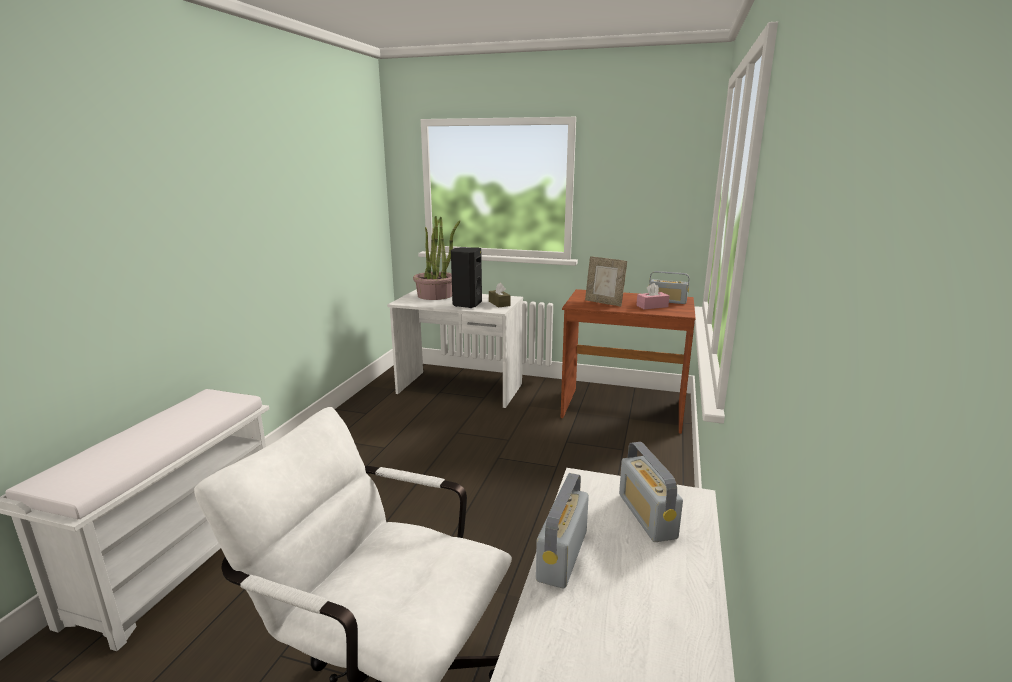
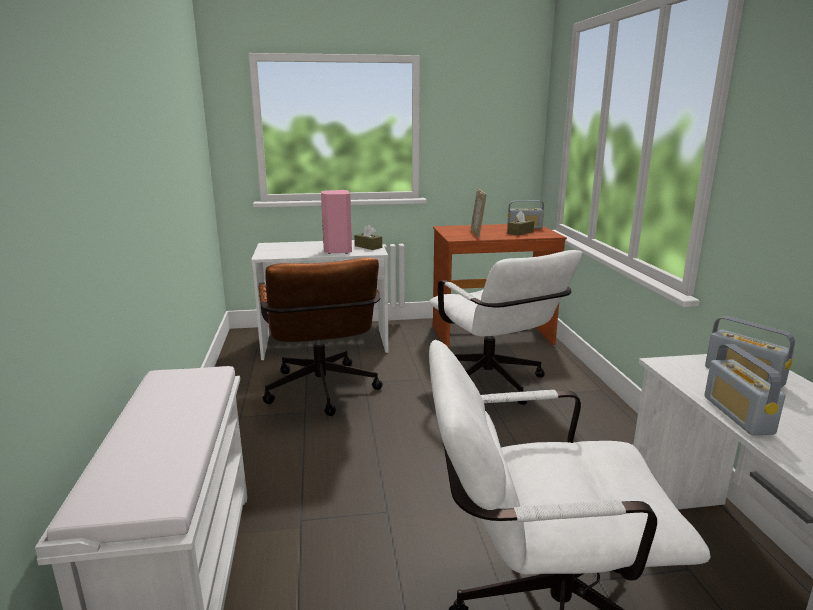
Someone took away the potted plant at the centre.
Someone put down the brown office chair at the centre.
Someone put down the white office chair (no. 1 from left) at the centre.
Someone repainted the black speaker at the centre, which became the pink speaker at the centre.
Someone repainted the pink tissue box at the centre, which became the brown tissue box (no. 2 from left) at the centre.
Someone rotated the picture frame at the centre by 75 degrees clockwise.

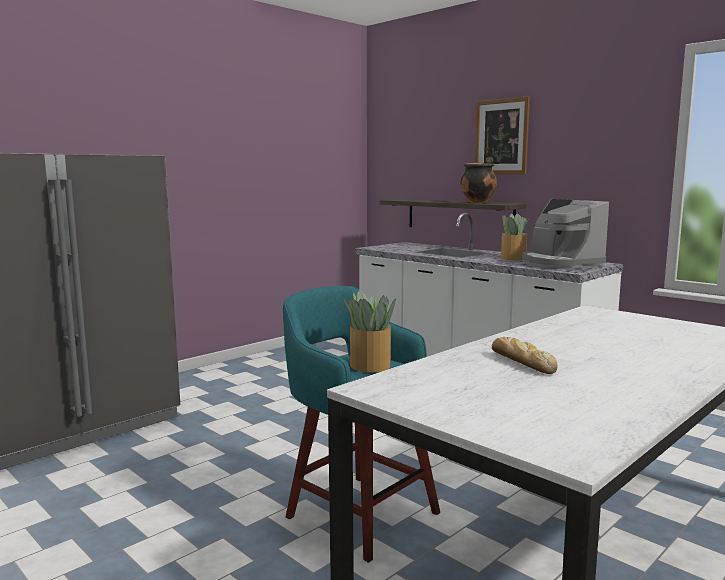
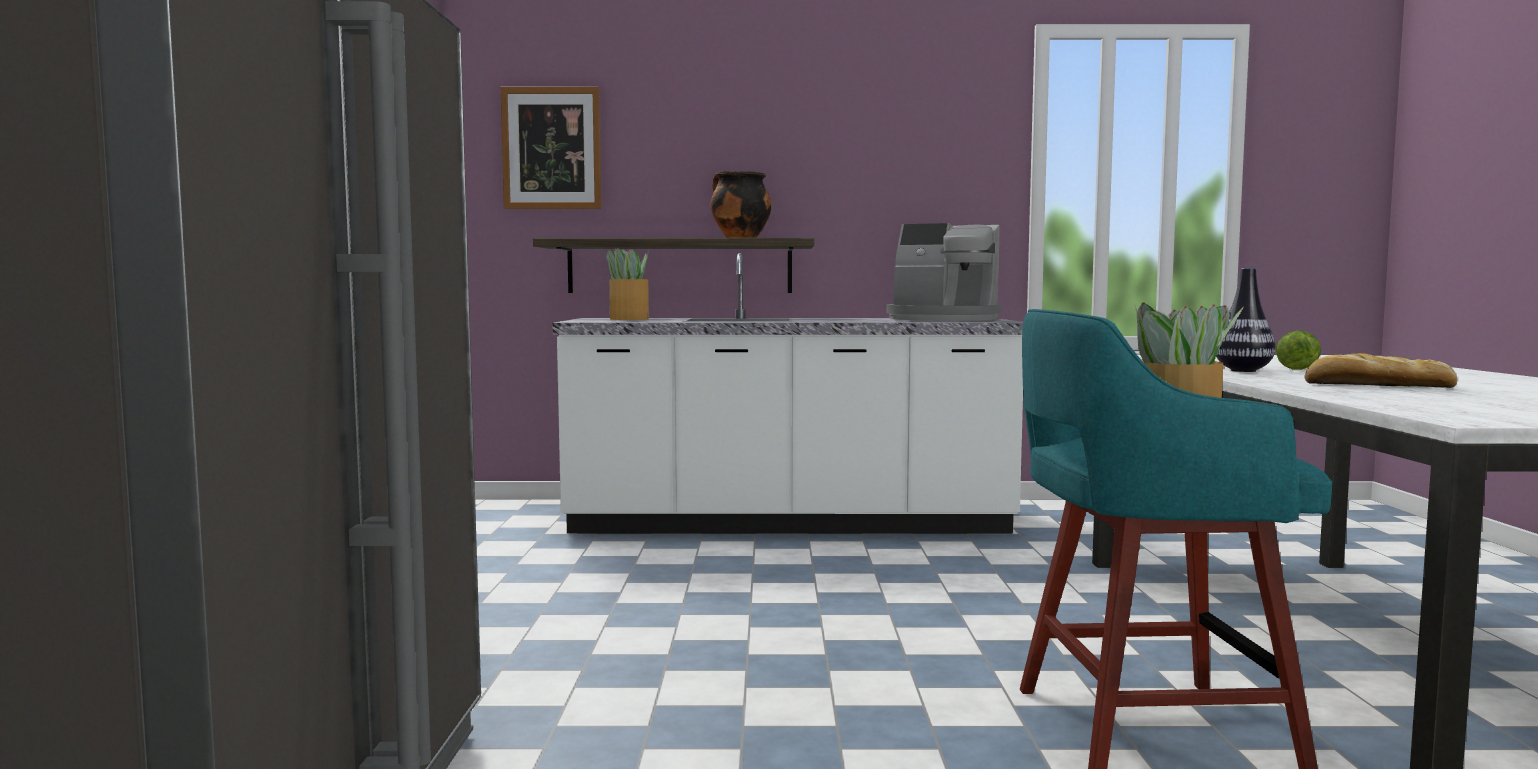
Someone put down the vase at the middle right.
Someone put down the lettuce at the middle right.
Someone carried the picture from the top right to the top centre.
Someone carried the potted plant (no. 2 from left in the first image) from the middle right to the centre.

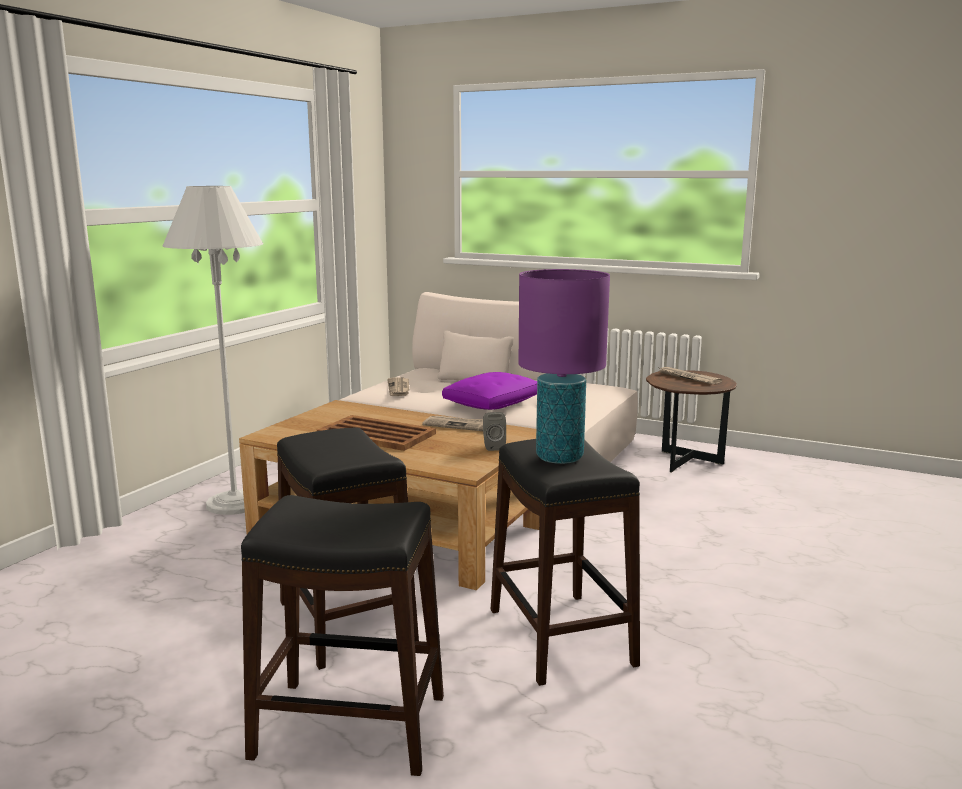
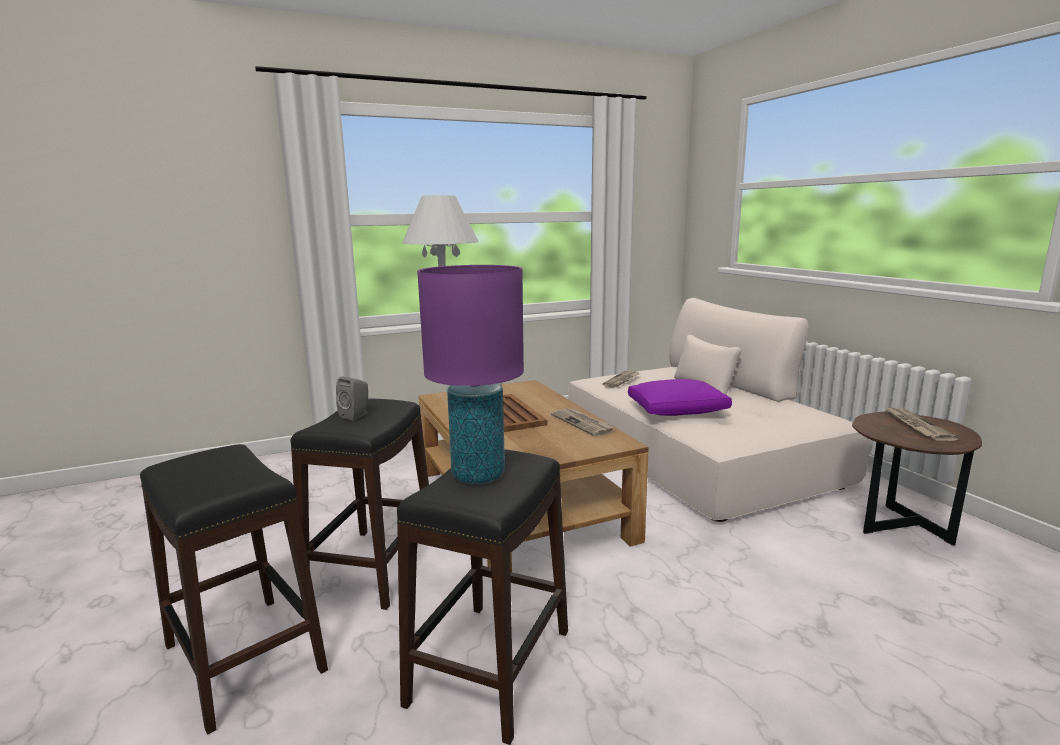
Someone carried the grey speaker from the centre to the middle left.

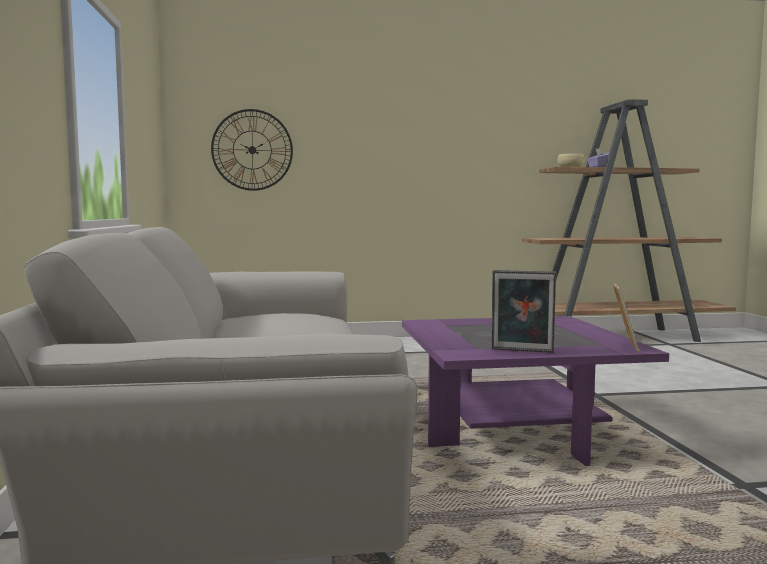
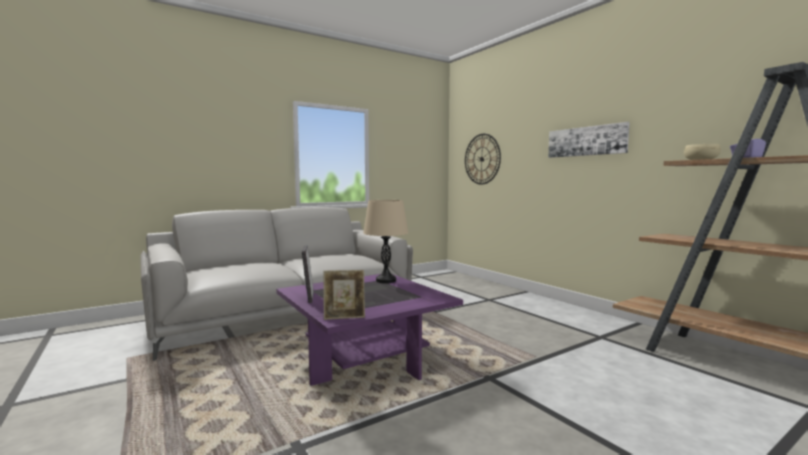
Someone put down the beige table lamp at the centre.
Someone put up the picture at the top right.

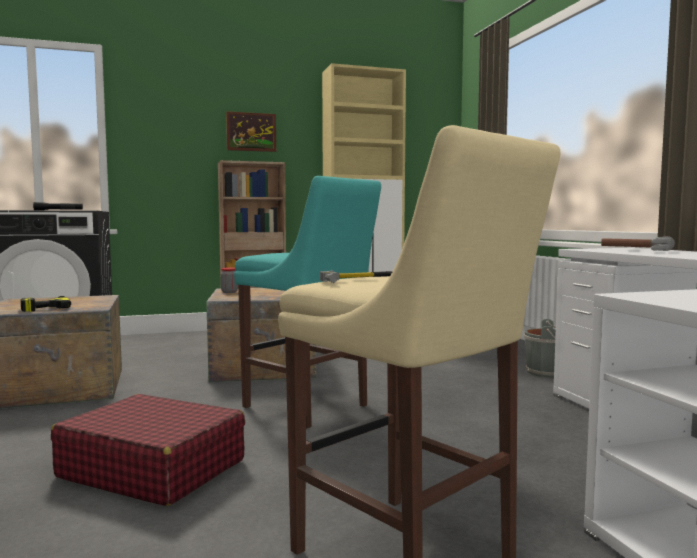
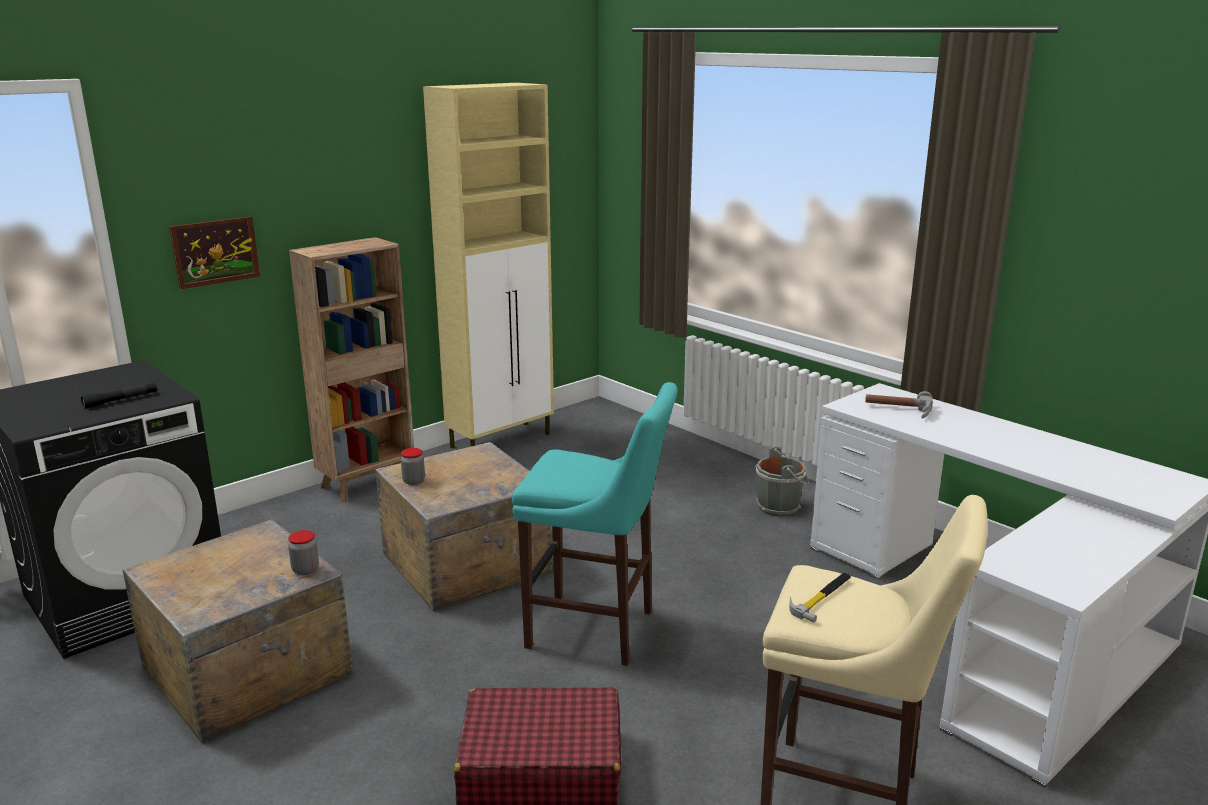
Someone took away the power drill at the middle left.
Someone put down the jar (no. 1 from left) at the bottom left.
Someone carried the picture from the top centre to the top left.

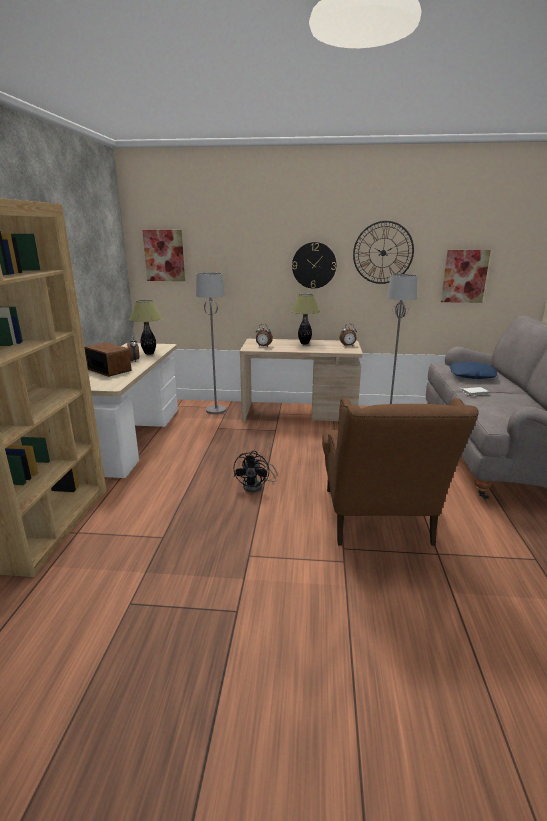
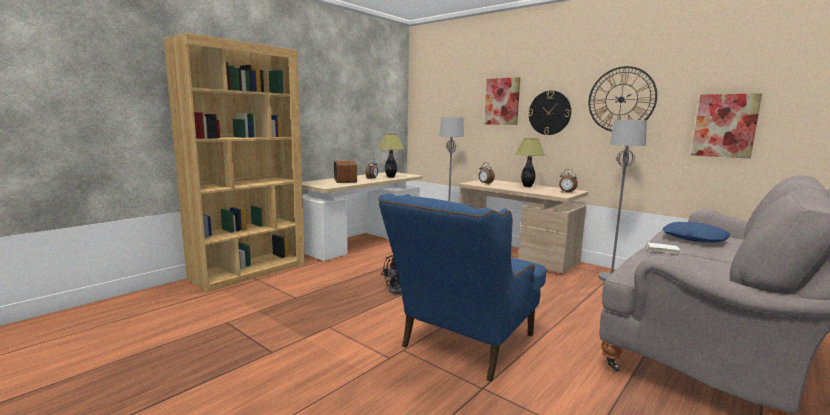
Someone carried the picture (no. 1 from left) from the top left to the top centre.
Someone repainted the brown armchair at the middle right, which became the blue armchair at the bottom centre.

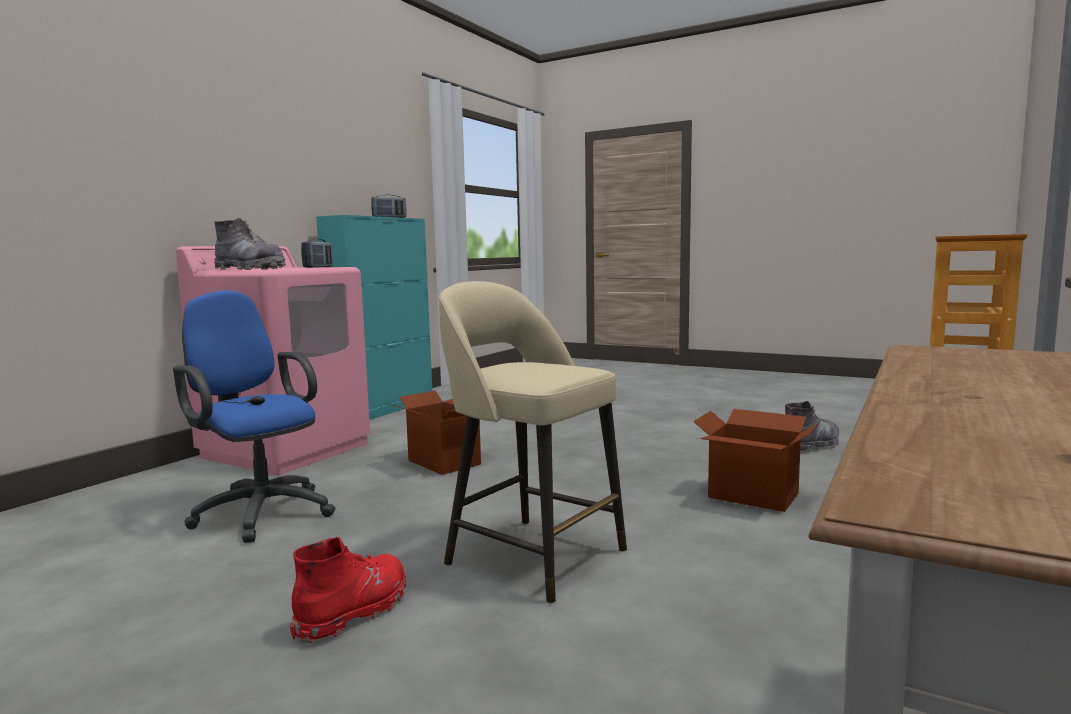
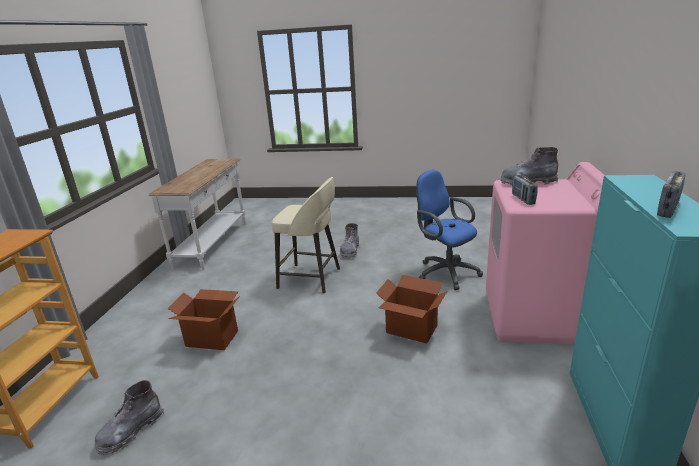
Someone repainted the red boot at the bottom left, which became the grey boot (no. 2 from left) at the centre.
Someone rotated the blue office chair at the middle left by 150 degrees counterclockwise.

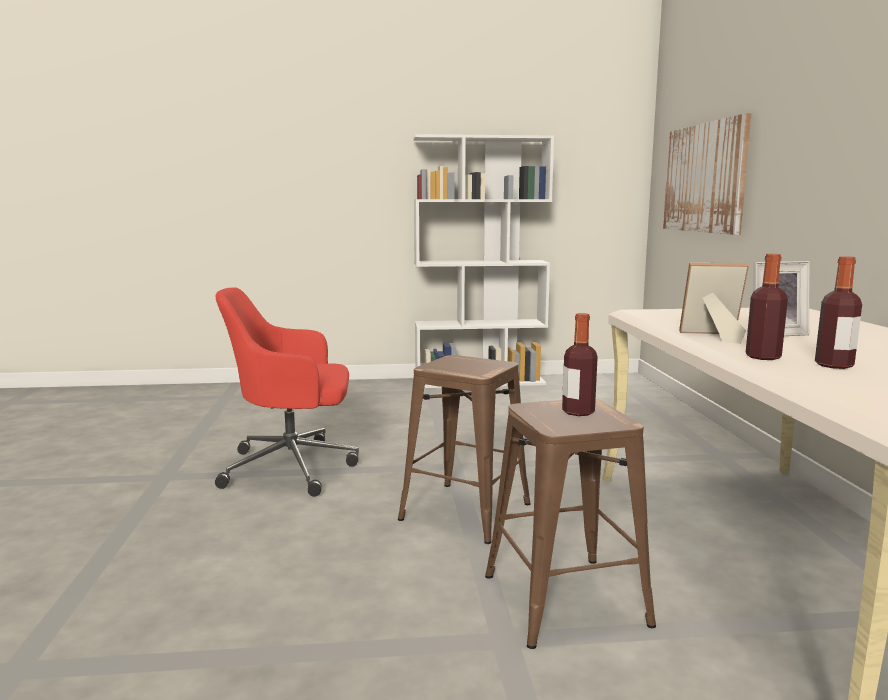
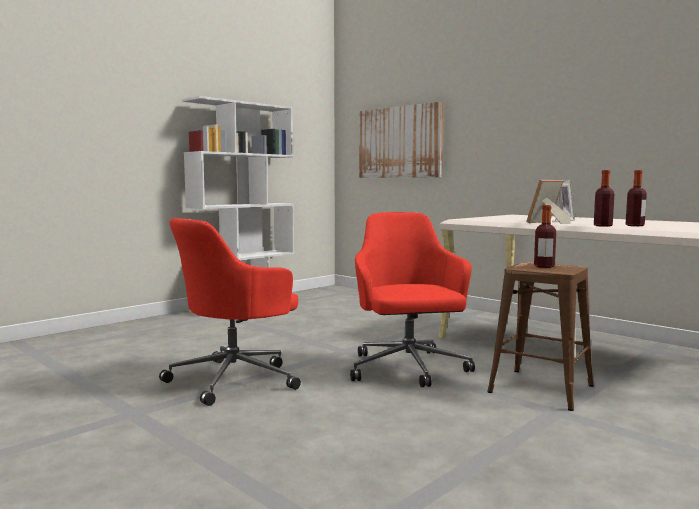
Someone swapped the brown stool (no. 1 from left) at the centre for the red office chair (no. 2 from left) at the centre.

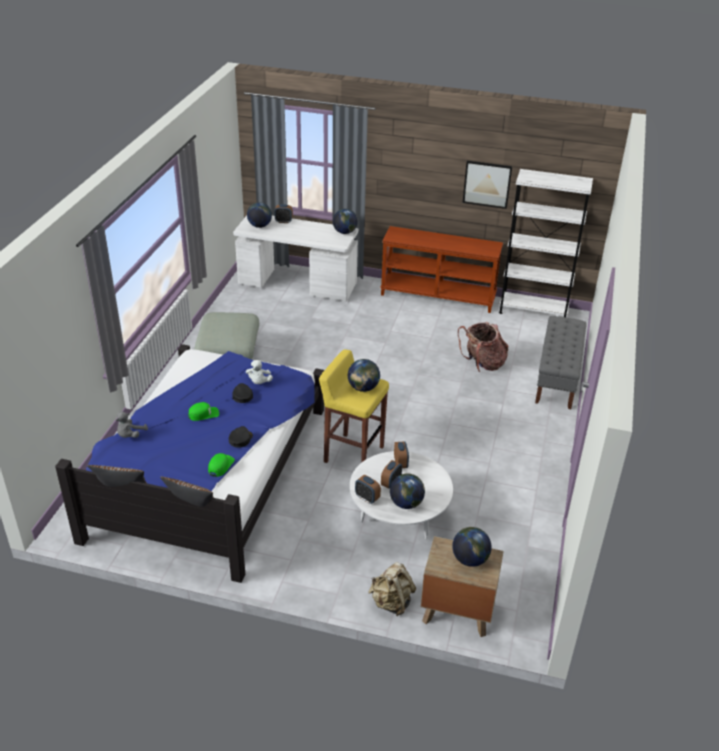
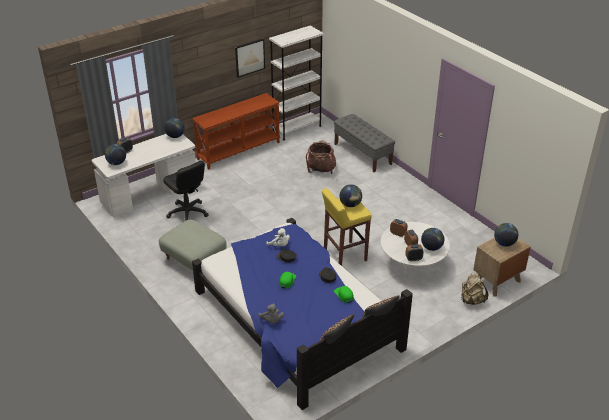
Someone put down the black office chair at the middle left.

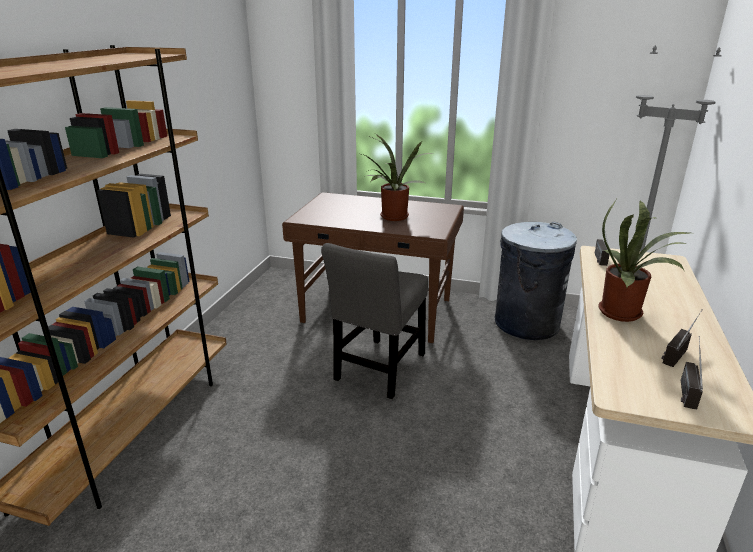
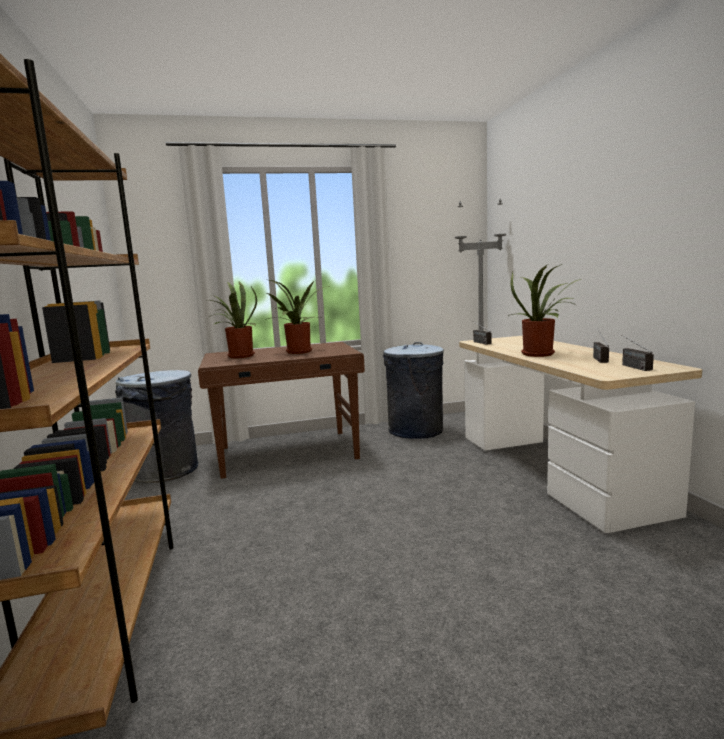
Someone took away the grey chair at the centre.
Someone put down the grey trash can (no. 1 from left) at the middle left.
Someone put down the potted plant (no. 1 from left) at the middle left.

